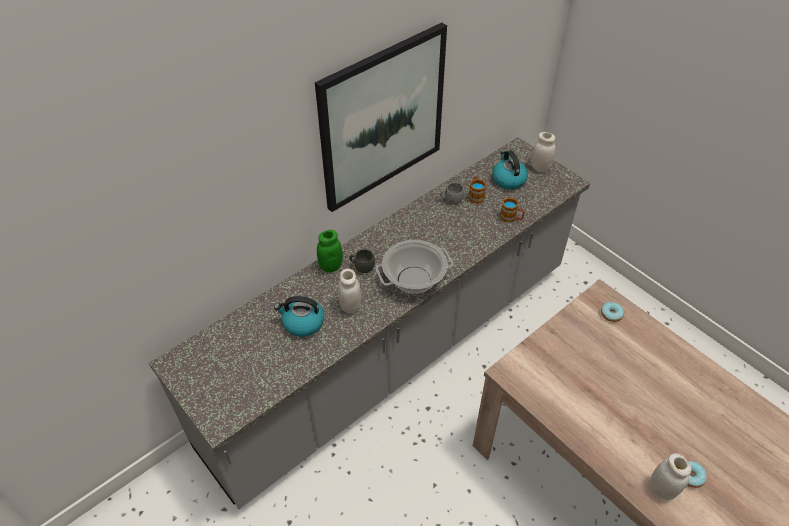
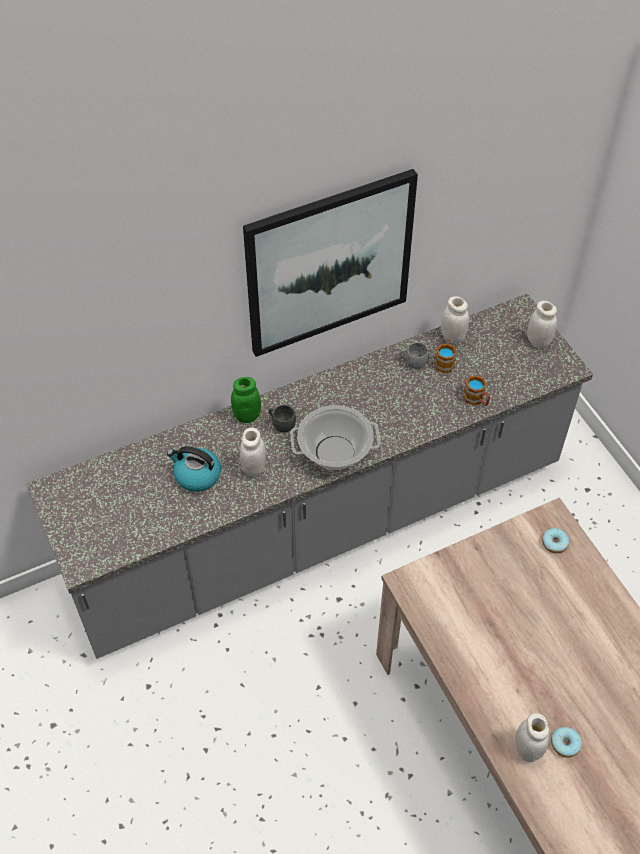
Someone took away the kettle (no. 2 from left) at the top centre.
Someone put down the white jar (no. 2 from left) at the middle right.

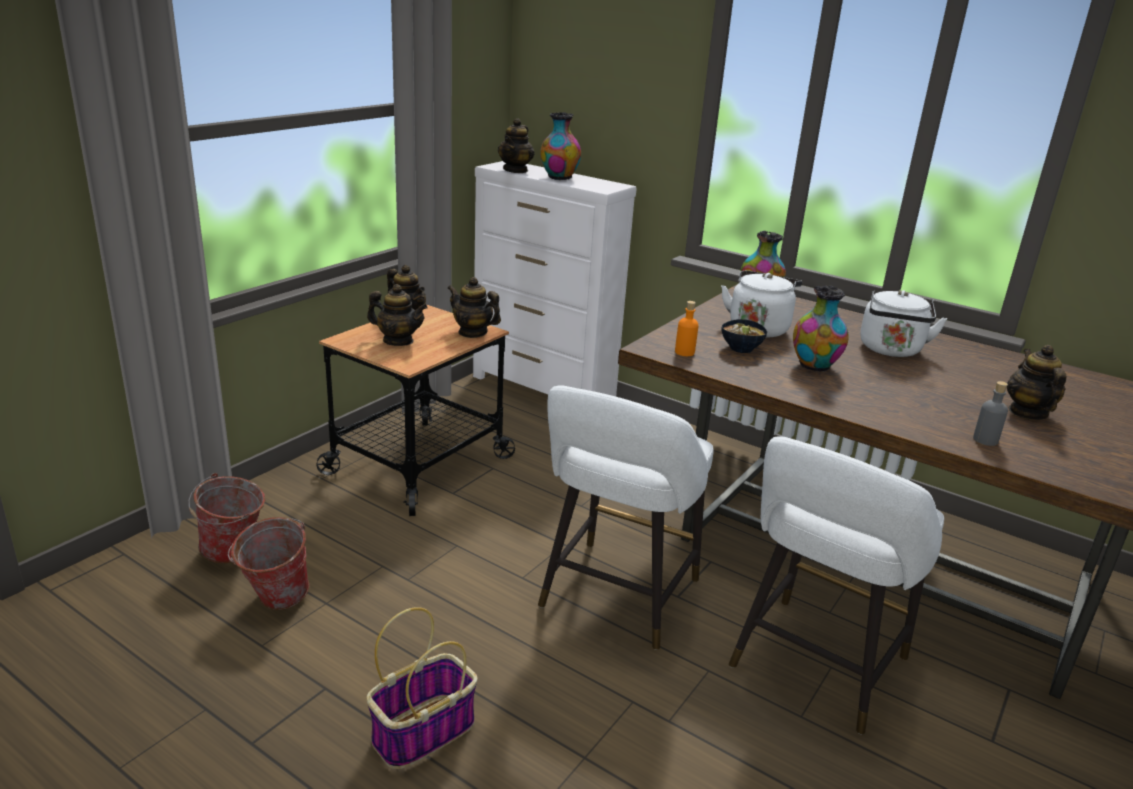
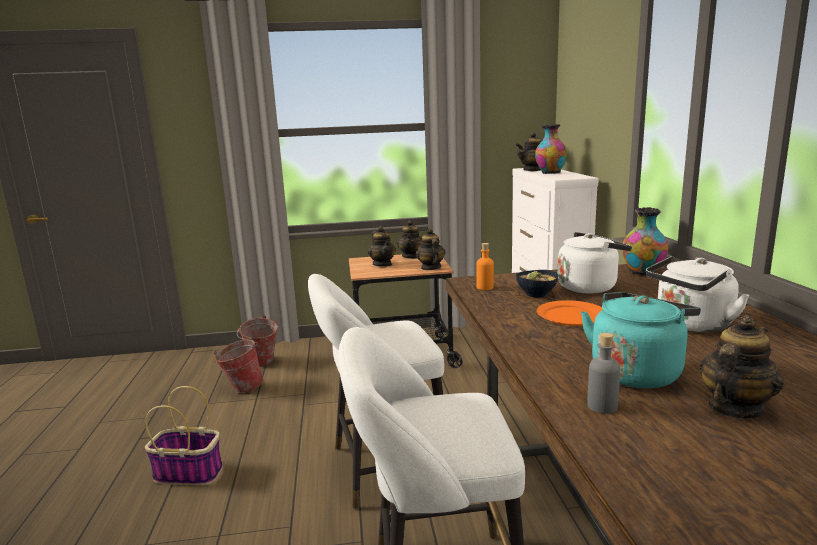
Someone put down the turquoise kettle at the middle right.
Someone swapped the vase (no. 3 from left) at the middle right for the orange plate at the middle right.

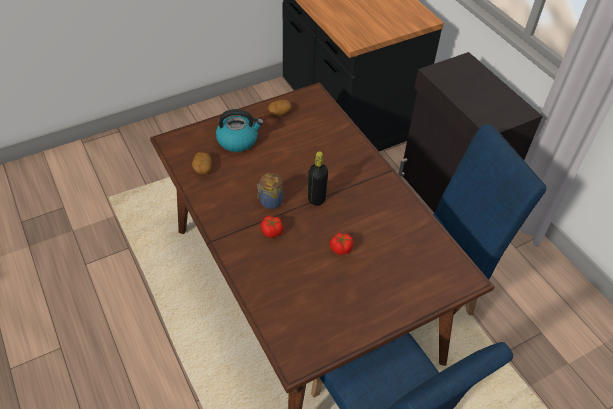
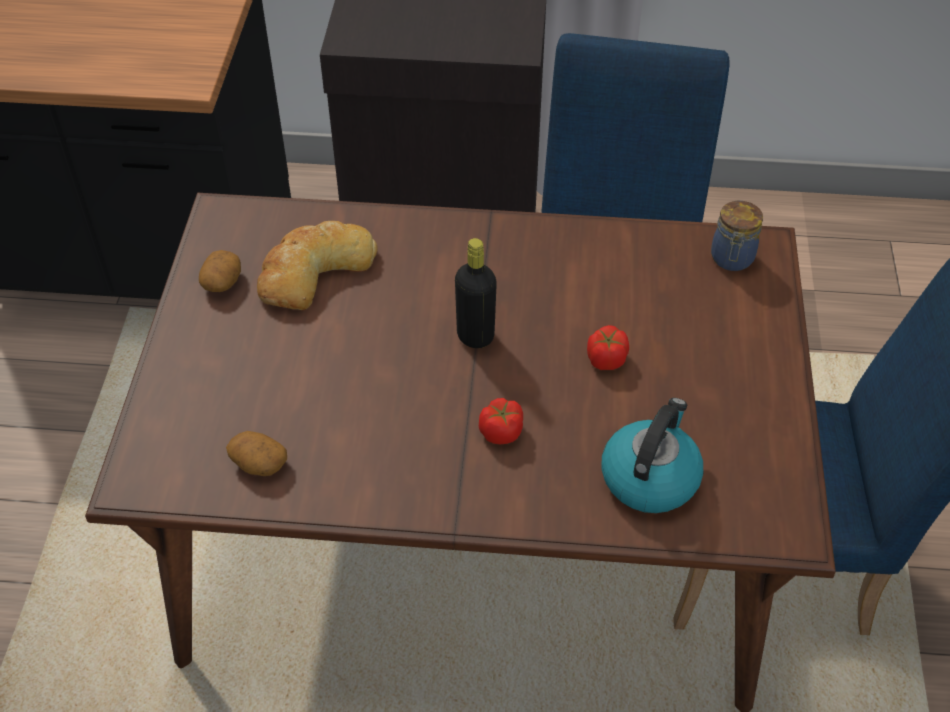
Someone put down the bread at the centre.
Someone carried the kettle from the top centre to the middle right.
Someone carried the jar from the centre to the top right.

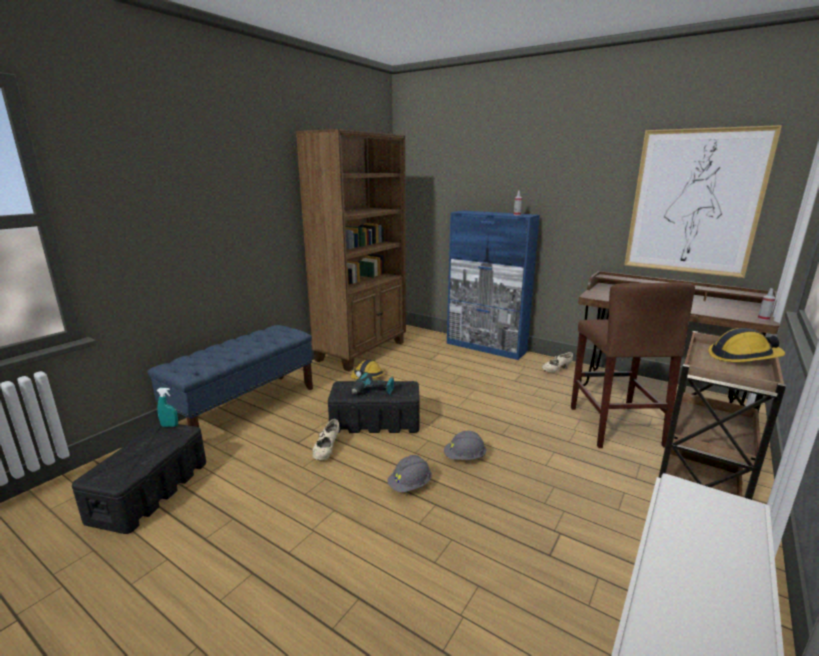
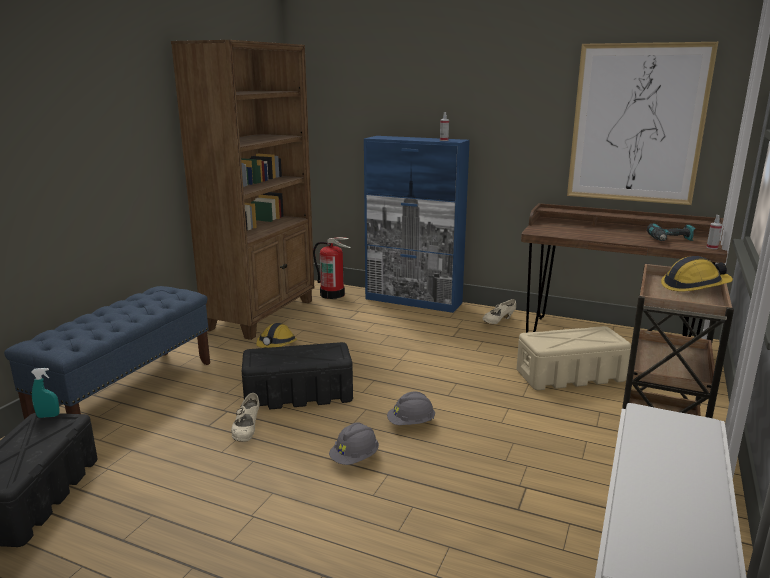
Someone put down the fire extinguisher at the centre.
Someone carried the power drill from the centre to the middle right.
Someone swapped the brown stool at the middle right for the beige storage box at the middle right.

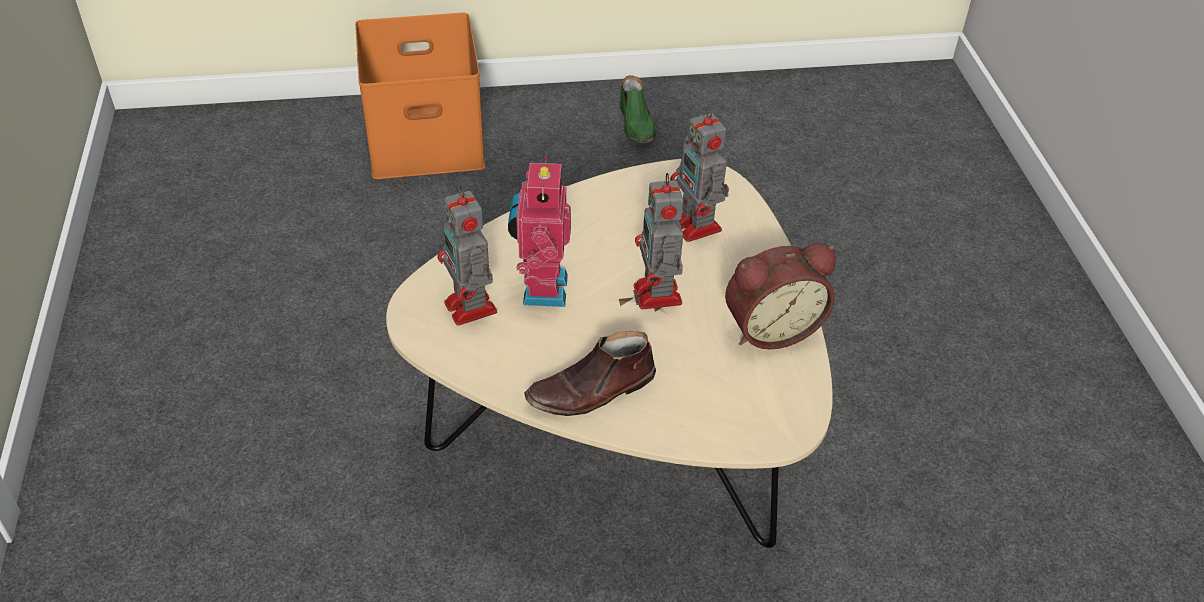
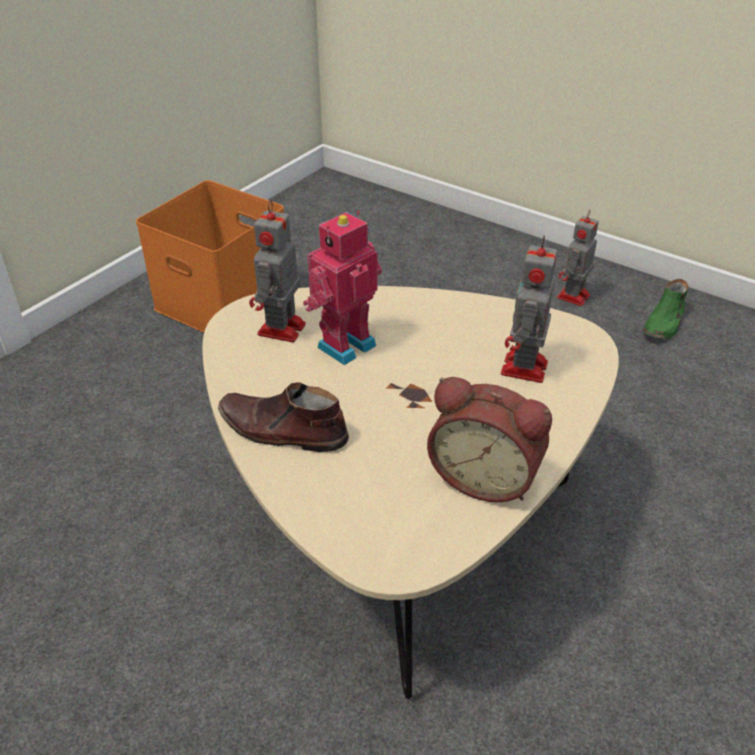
Someone carried the orange storage box from the top centre to the middle left.
Someone carried the toy robot (no. 3 from left in the first image) from the centre to the middle right.

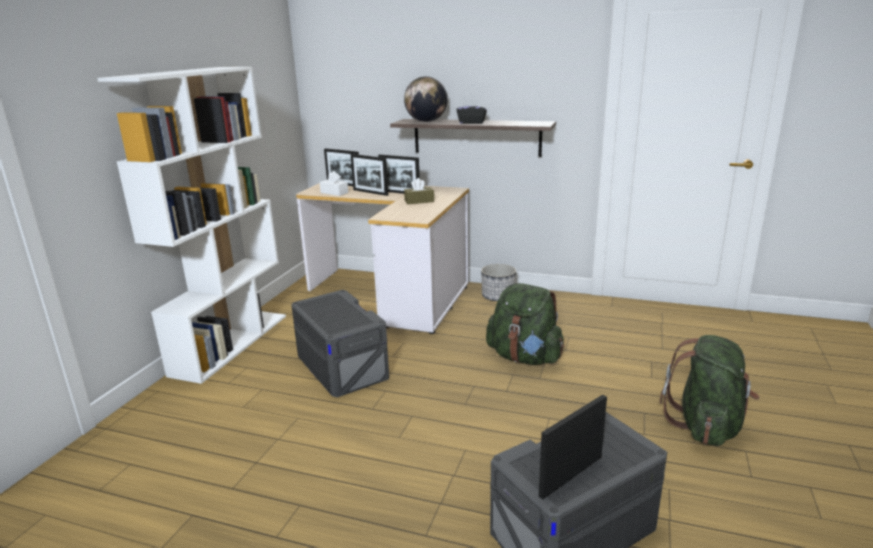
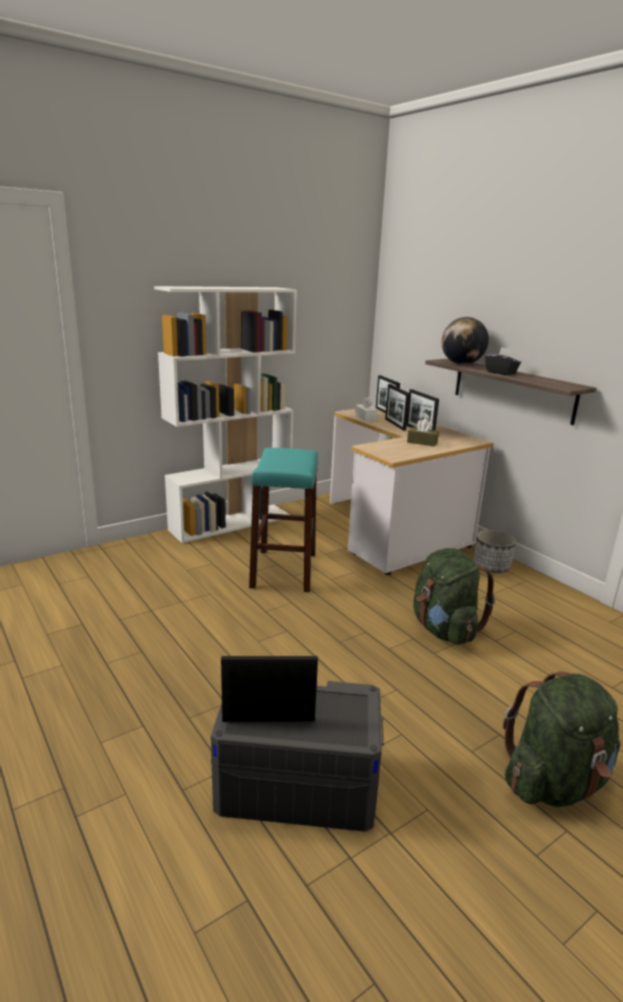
Someone swapped the grey storage box (no. 1 from left) at the centre for the turquoise stool at the centre.

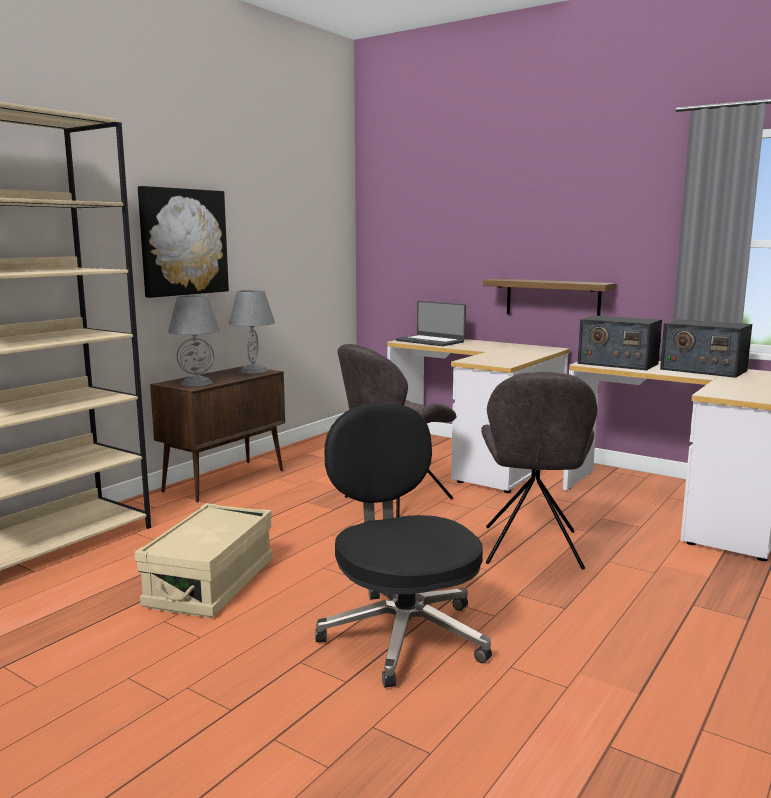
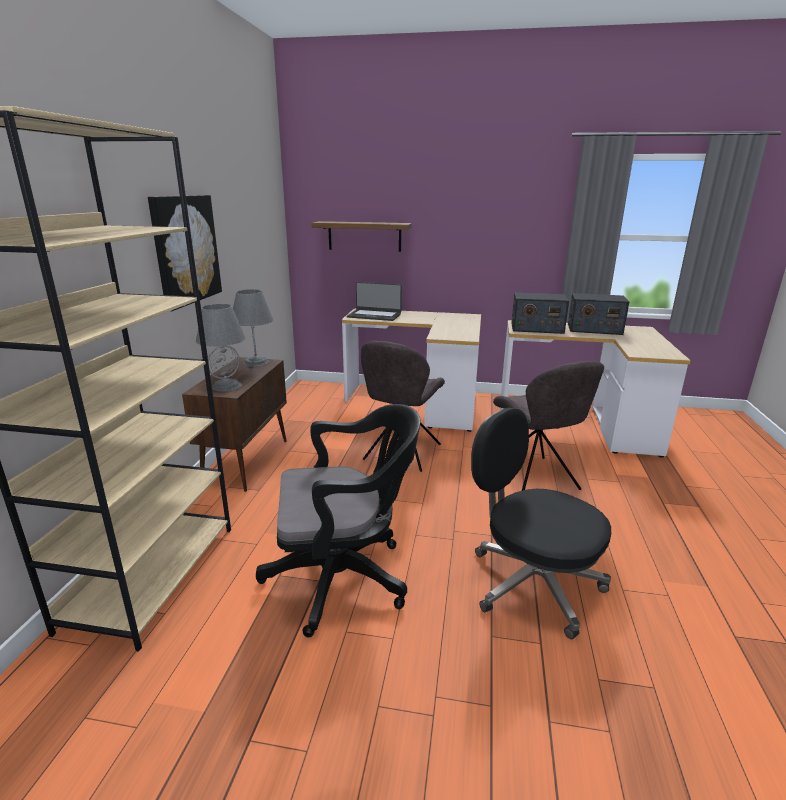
Someone carried the shelf from the middle right to the top centre.
Someone swapped the beige storage box at the bottom left for the black office chair (no. 1 from left) at the centre.

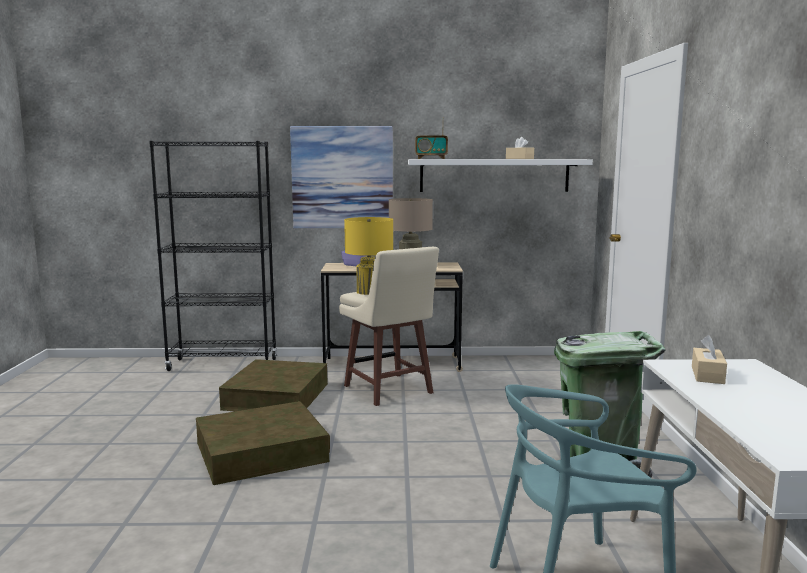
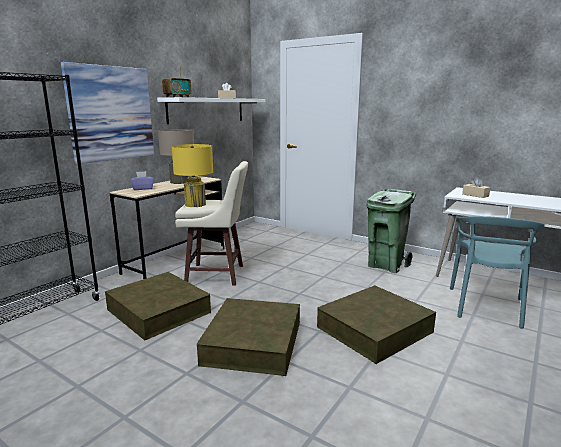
Someone put down the brown storage box (no. 3 from left) at the bottom right.

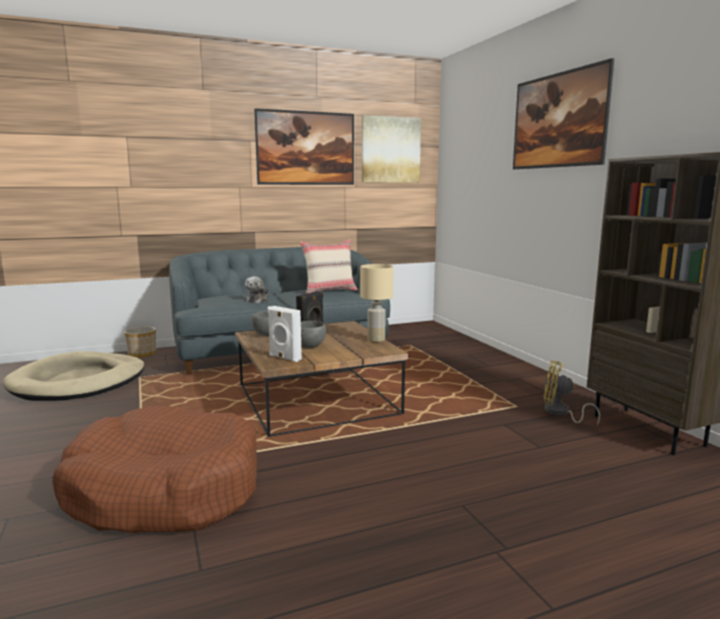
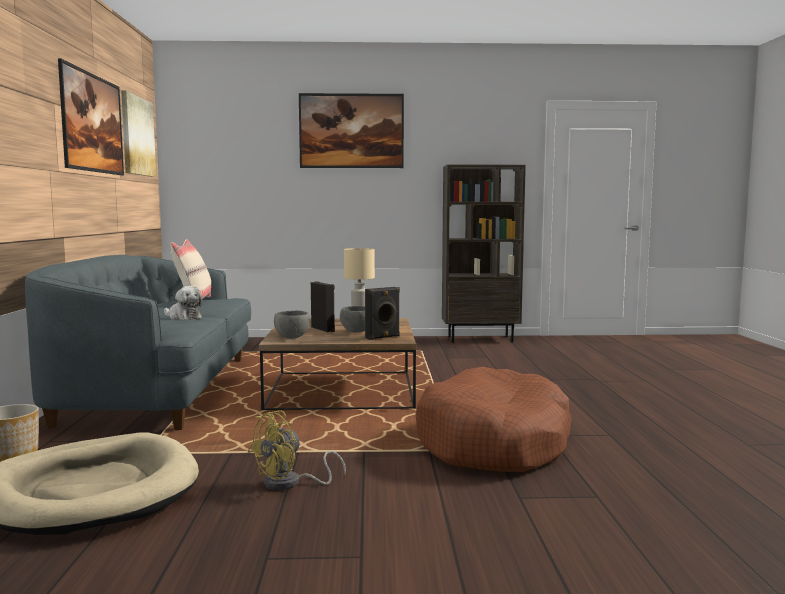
Someone carried the yellow fan from the middle right to the bottom centre.
Someone repainted the white speaker at the centre, which became the black speaker (no. 2 from left) at the centre.

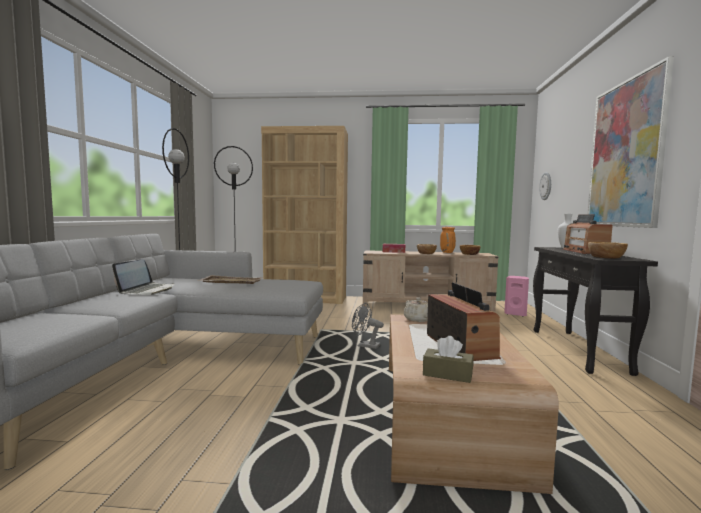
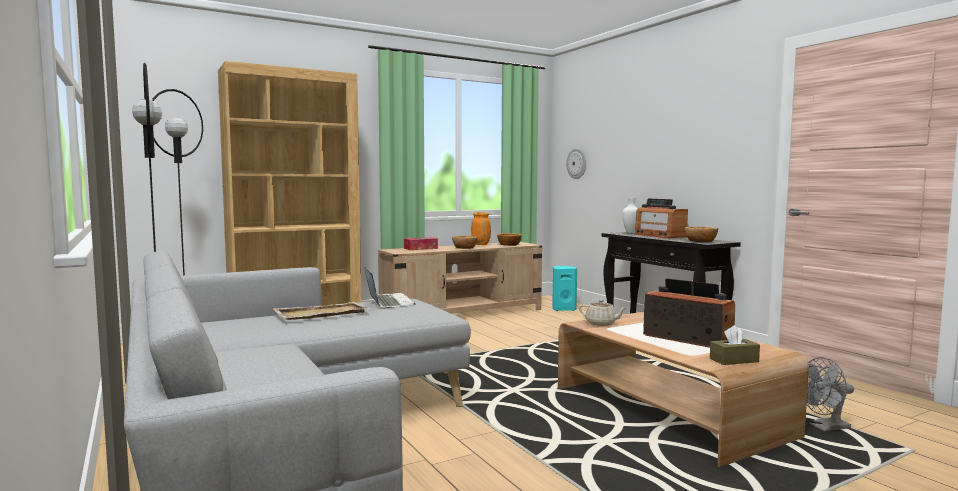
Someone took away the picture at the top right.
Someone carried the laptop from the middle left to the centre.
Someone carried the grey fan from the centre to the bottom right.
Someone repainted the pink speaker at the middle right, which became the turquoise speaker at the centre.

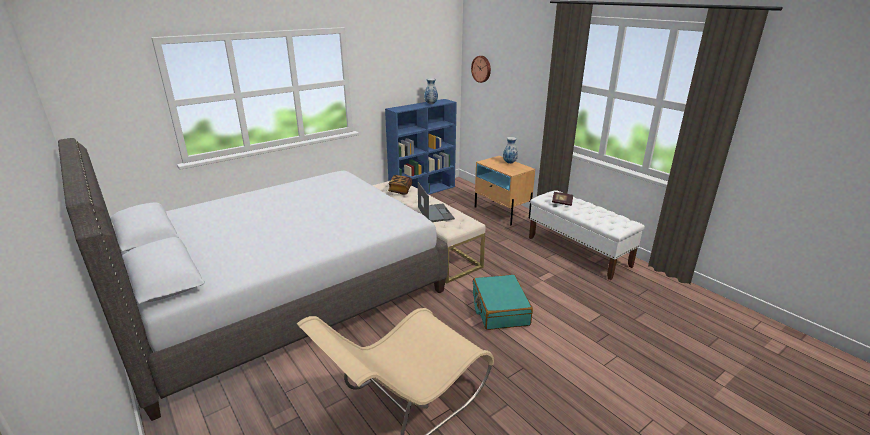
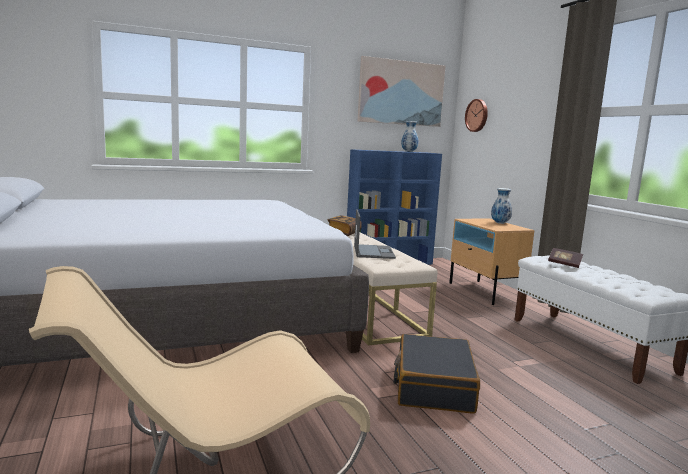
Someone put up the picture at the top centre.
Someone repainted the turquoise suitcase at the bottom centre, which became the black suitcase at the bottom centre.

